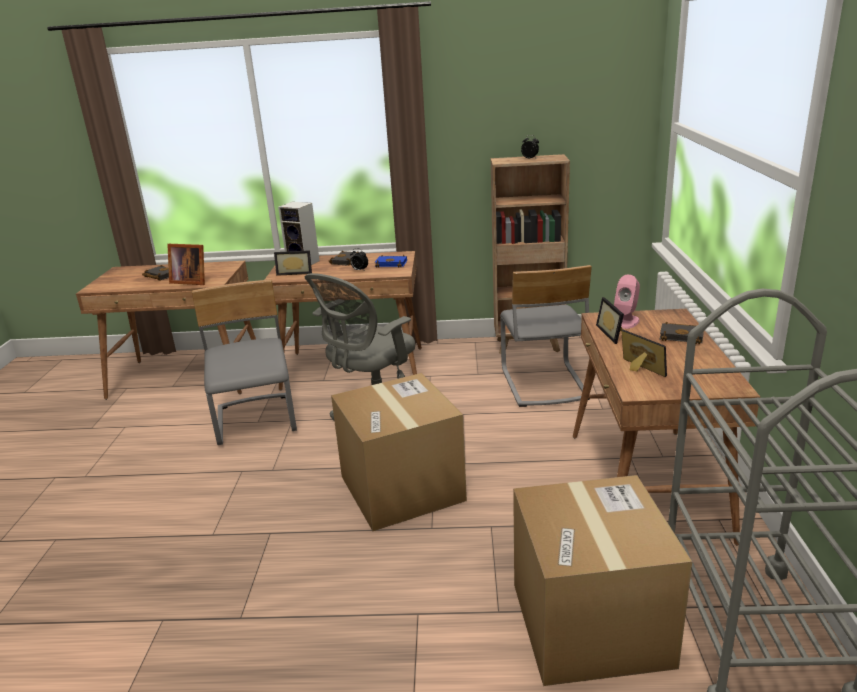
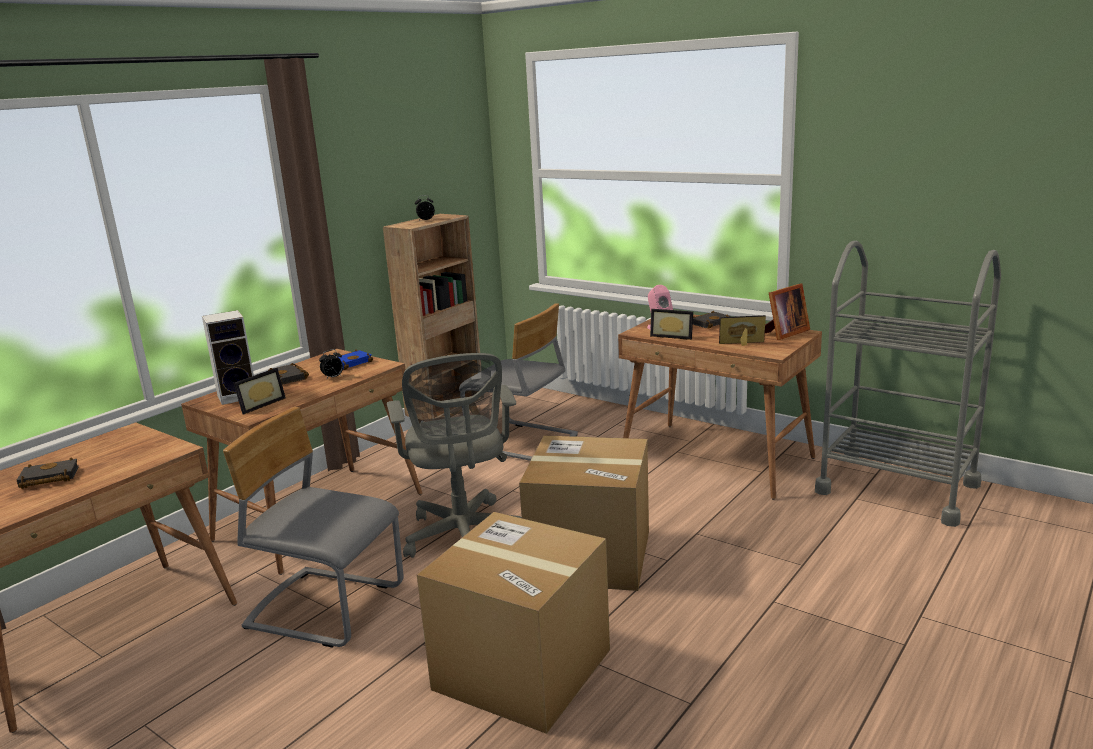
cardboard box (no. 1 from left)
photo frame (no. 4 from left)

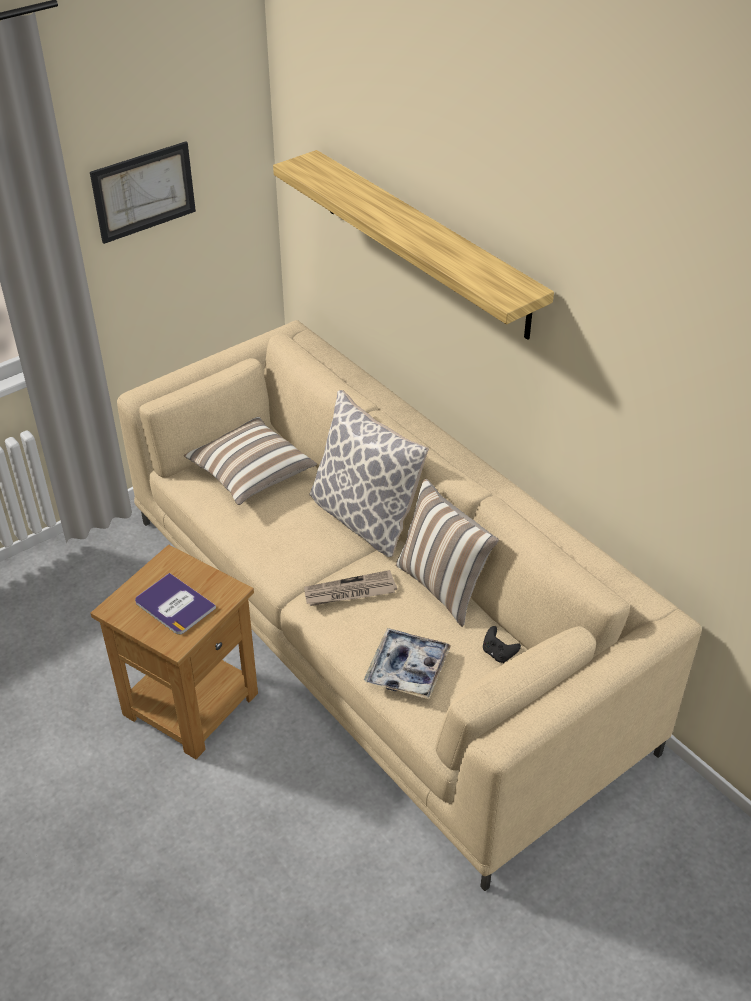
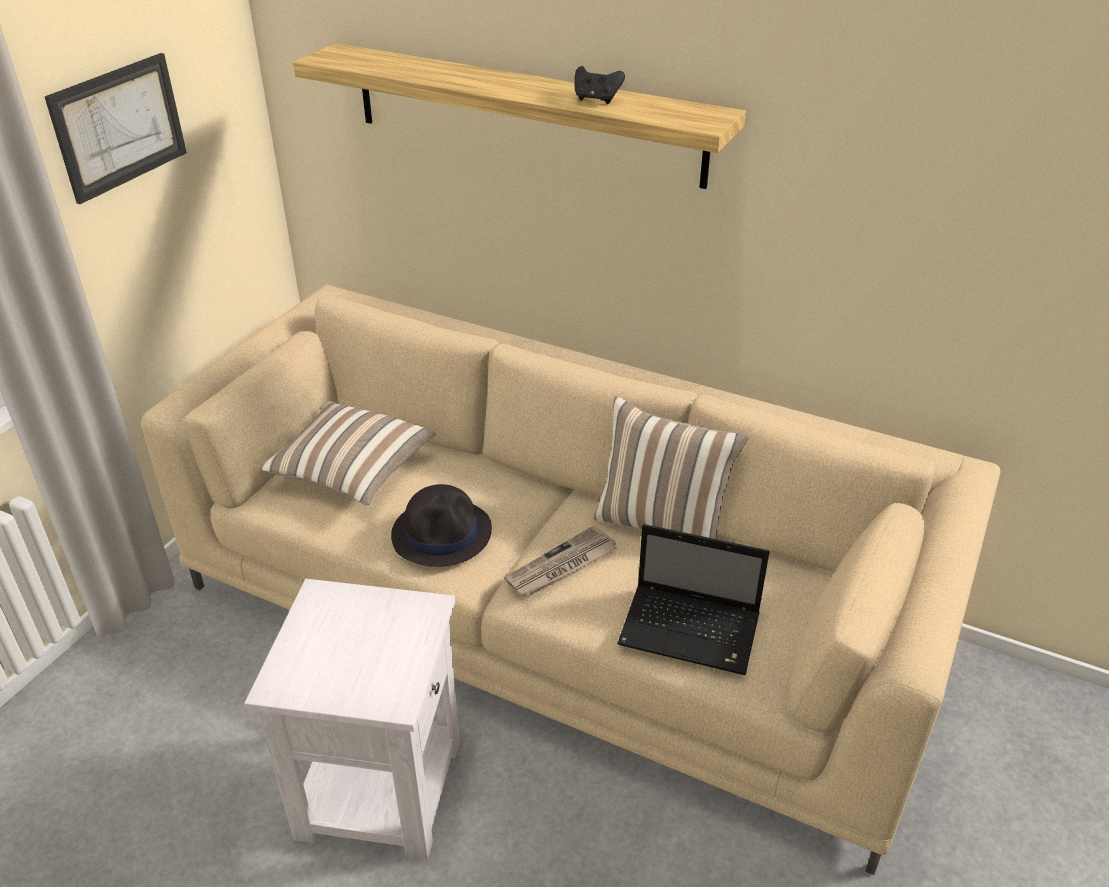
white-coloured end table
black hat
black joypad
notebook computer
book
pillow (no. 2 from left in the first image)

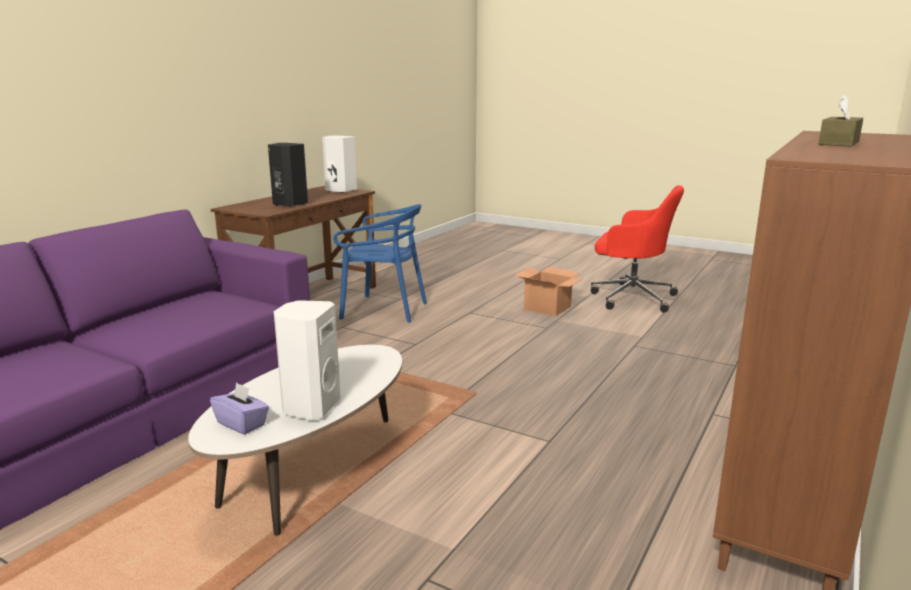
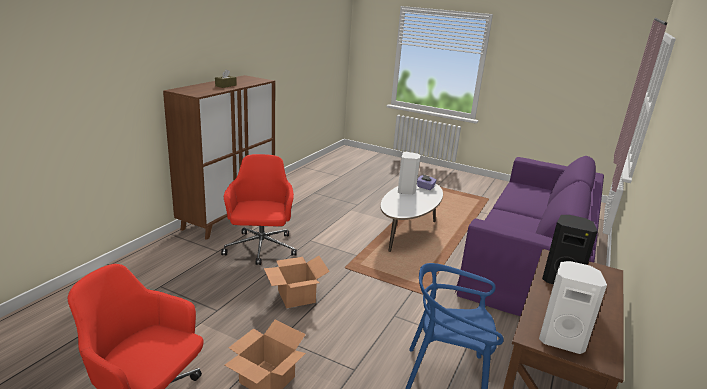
red-coloured office chair (no. 2 from left)
cardboard box (no. 2 from left)

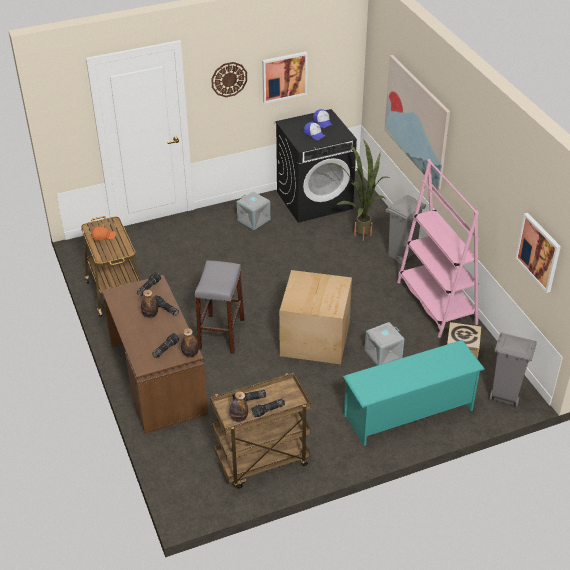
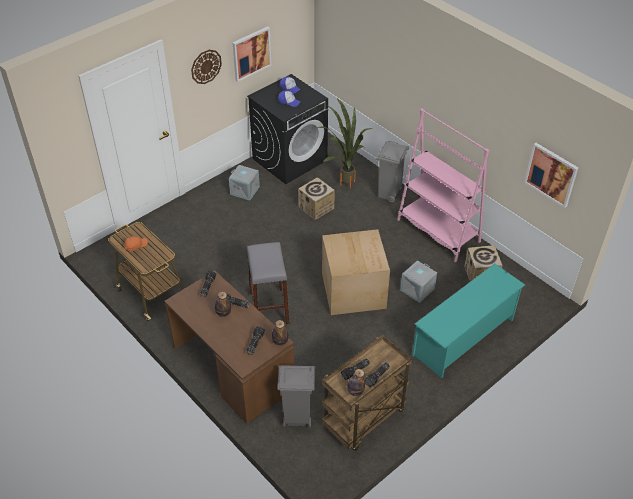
gray trash can (no. 1 from left)
cardboard box (no. 1 from left)
wall picture (no. 2 from left in the first image)

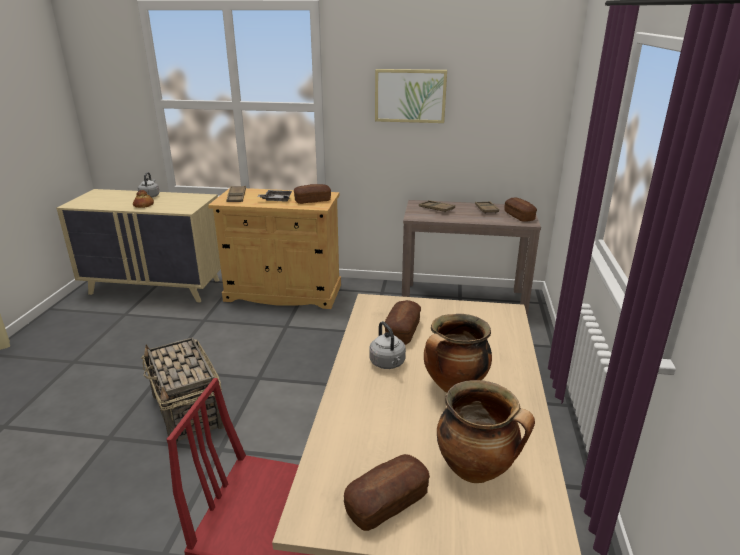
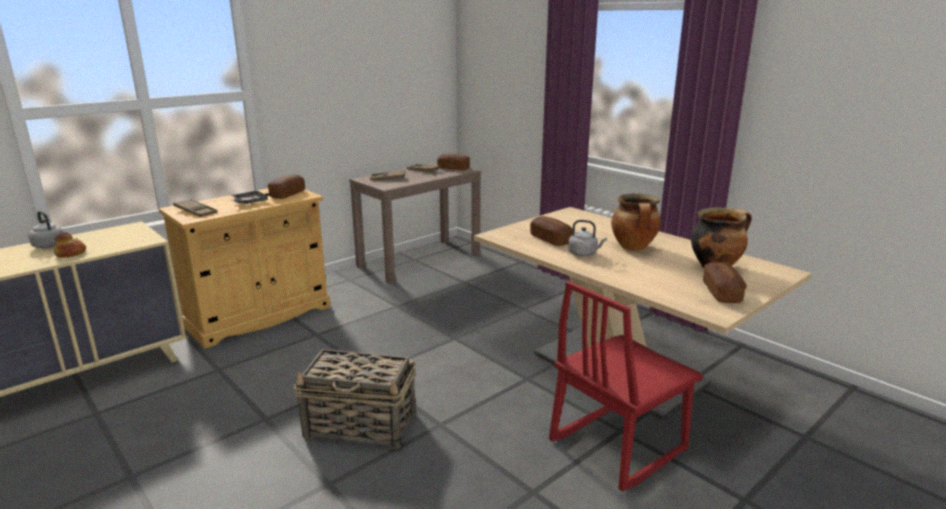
wall picture

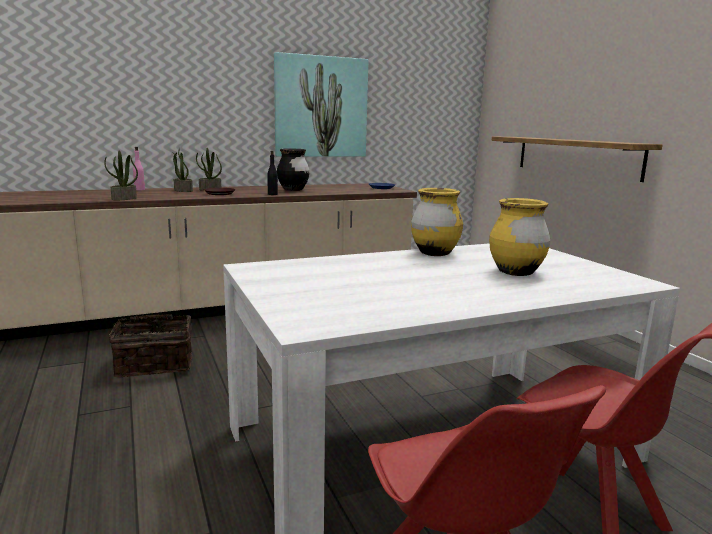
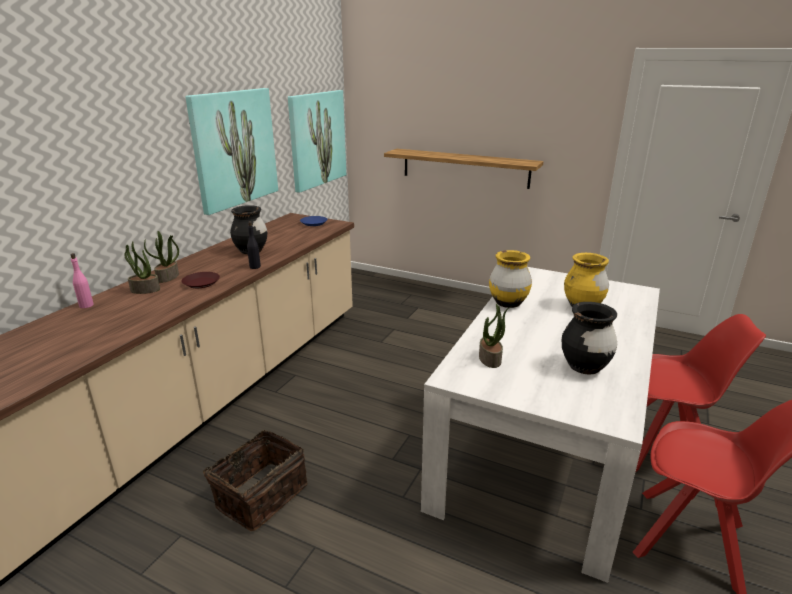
wall picture (no. 2 from left)
plant in a pot (no. 3 from left)
black vase (no. 2 from left)

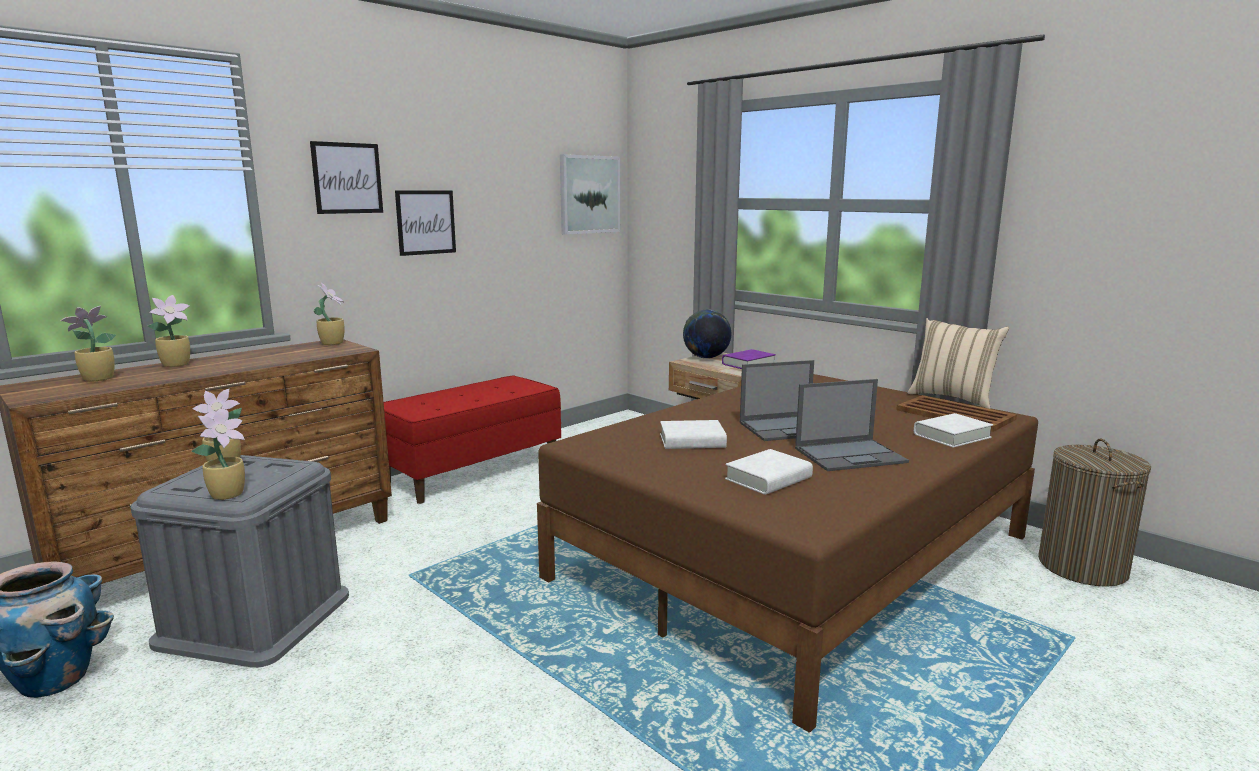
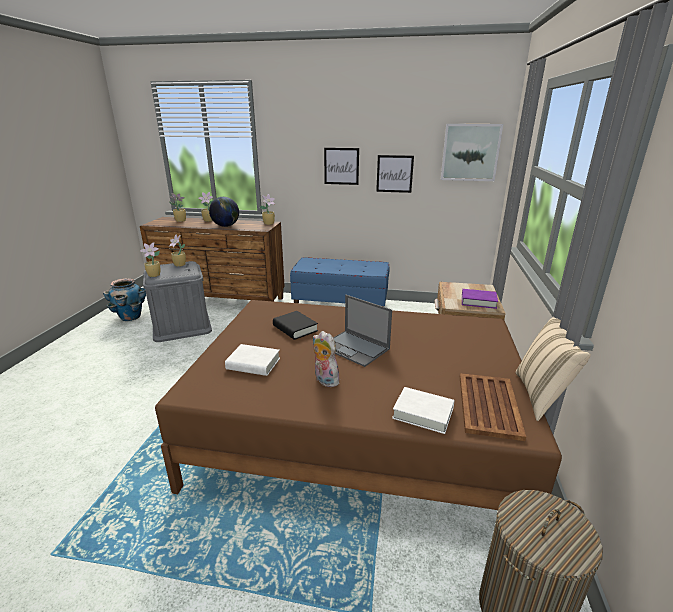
globe
black book
blue bench
cuddly toy
wall picture (no. 2 from left)

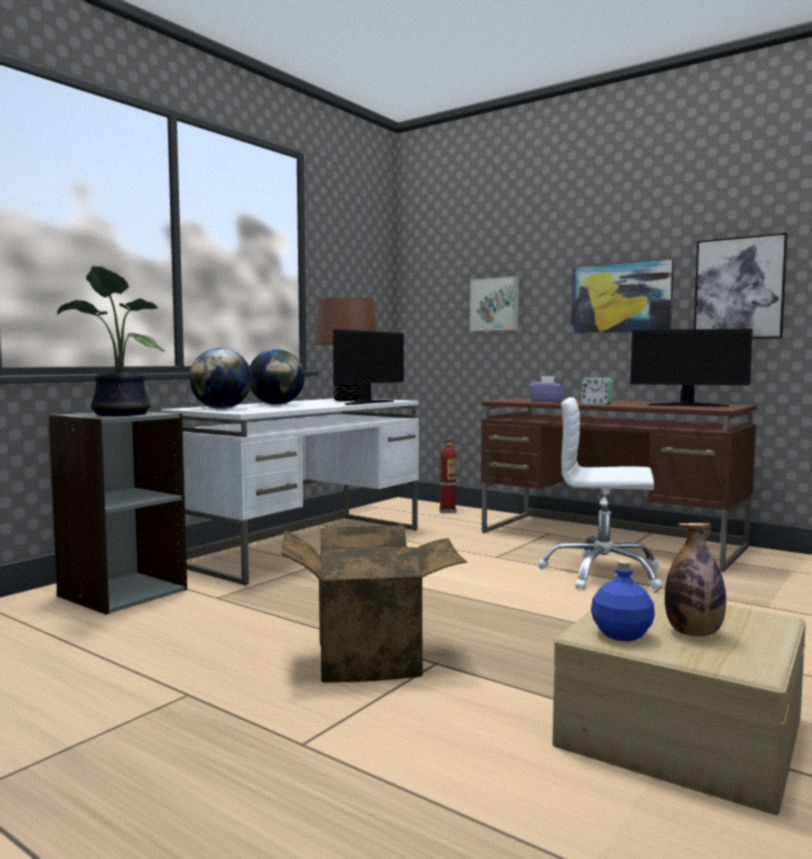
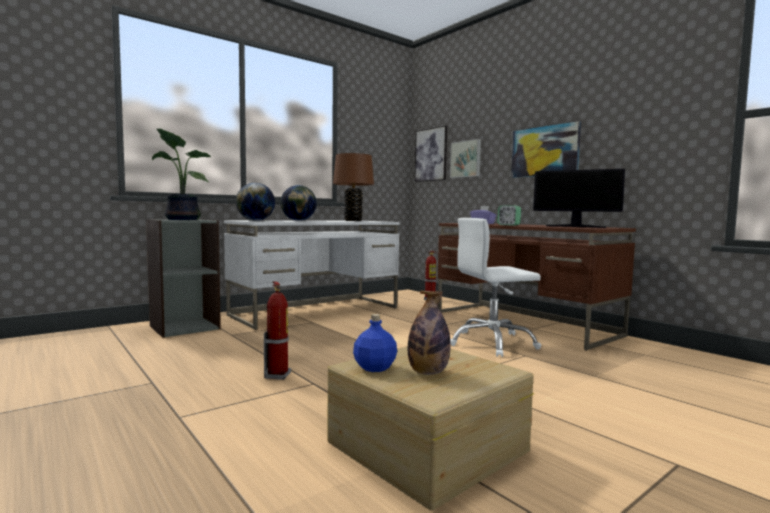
fire extinguisher (no. 1 from left)
wall picture (no. 1 from left)
white-coloured office chair
monitor (no. 1 from left in the first image)

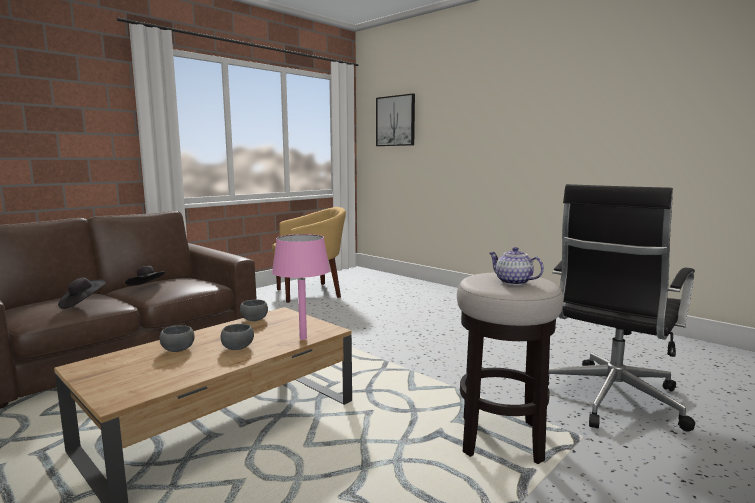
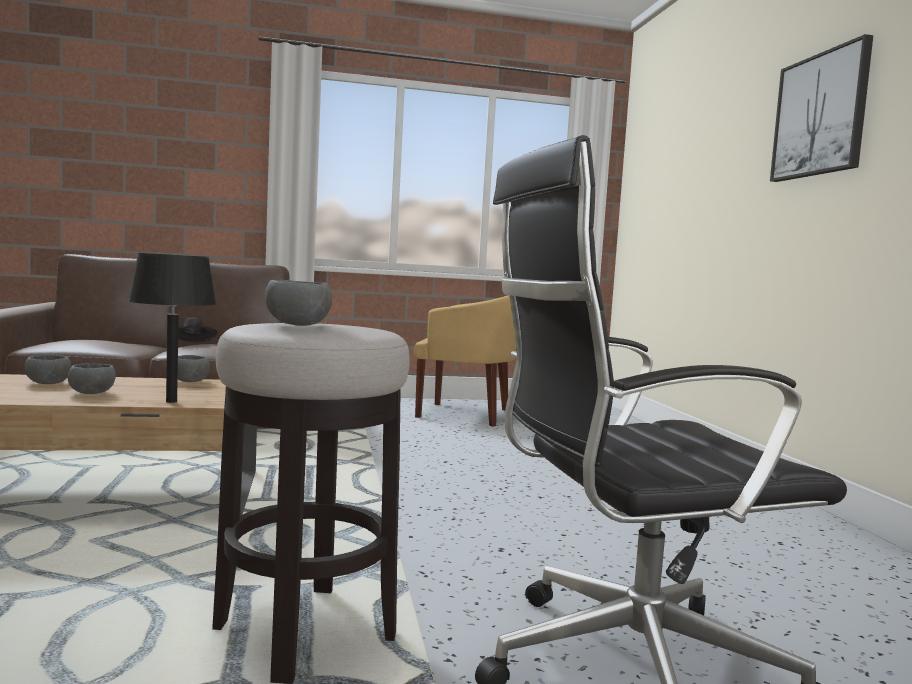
black tabletop lamp
gray deep dish (no. 4 from left)
wall picture
black hat (no. 1 from left in the first image)

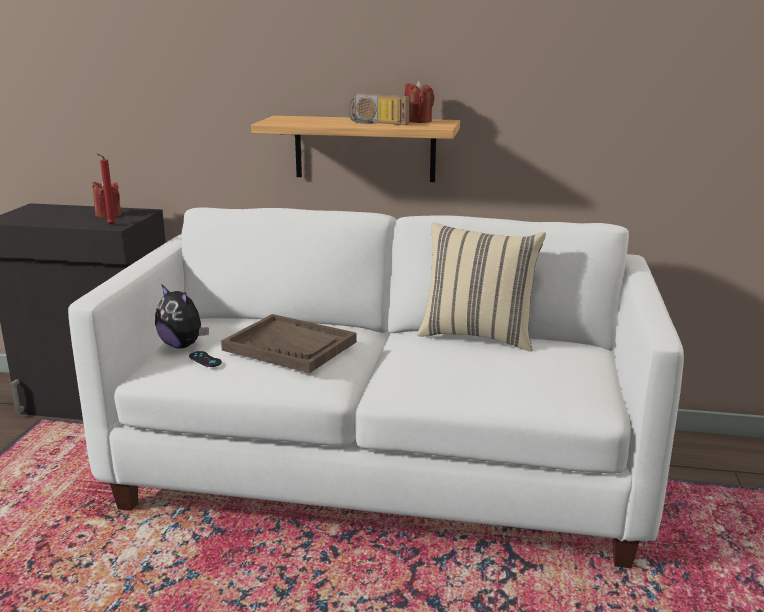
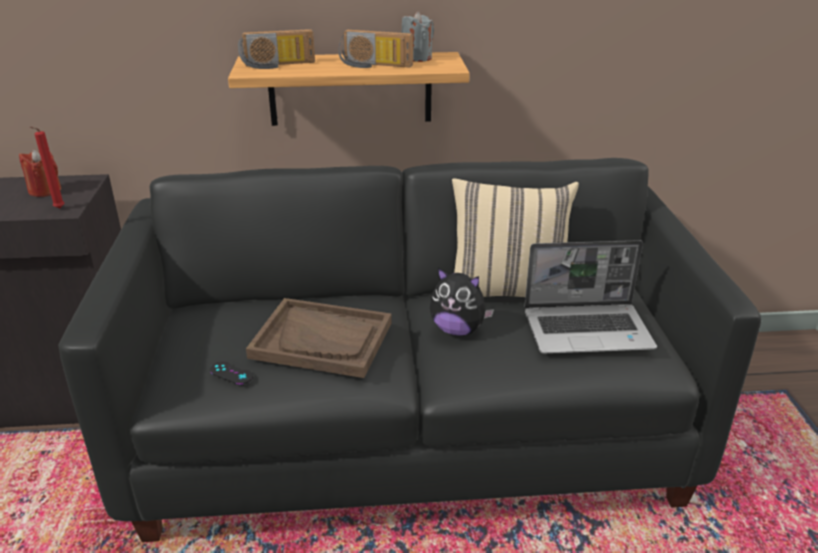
black couch
radio (no. 1 from left)
gray candle
cuddly toy
notebook computer

